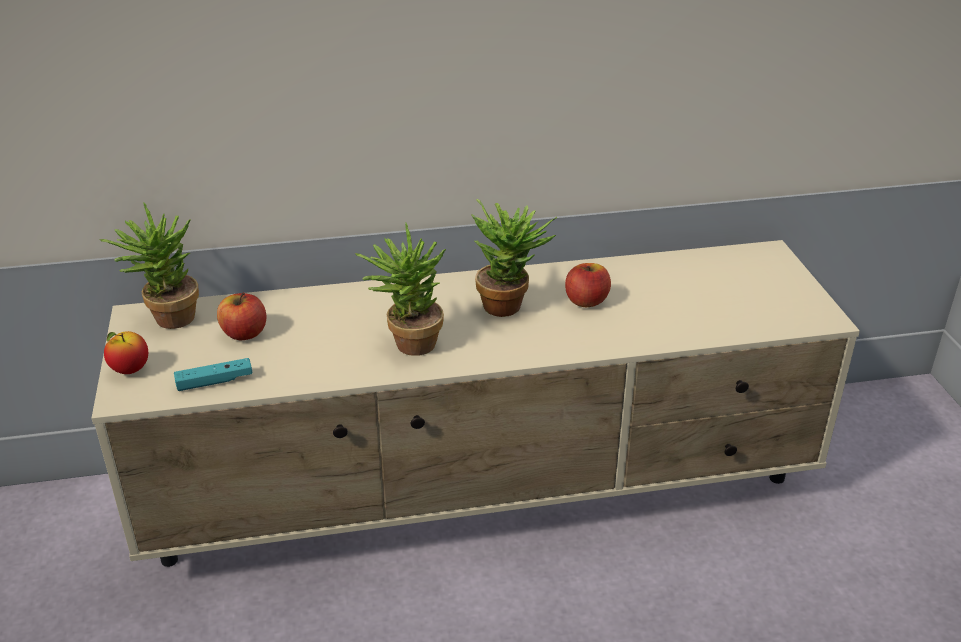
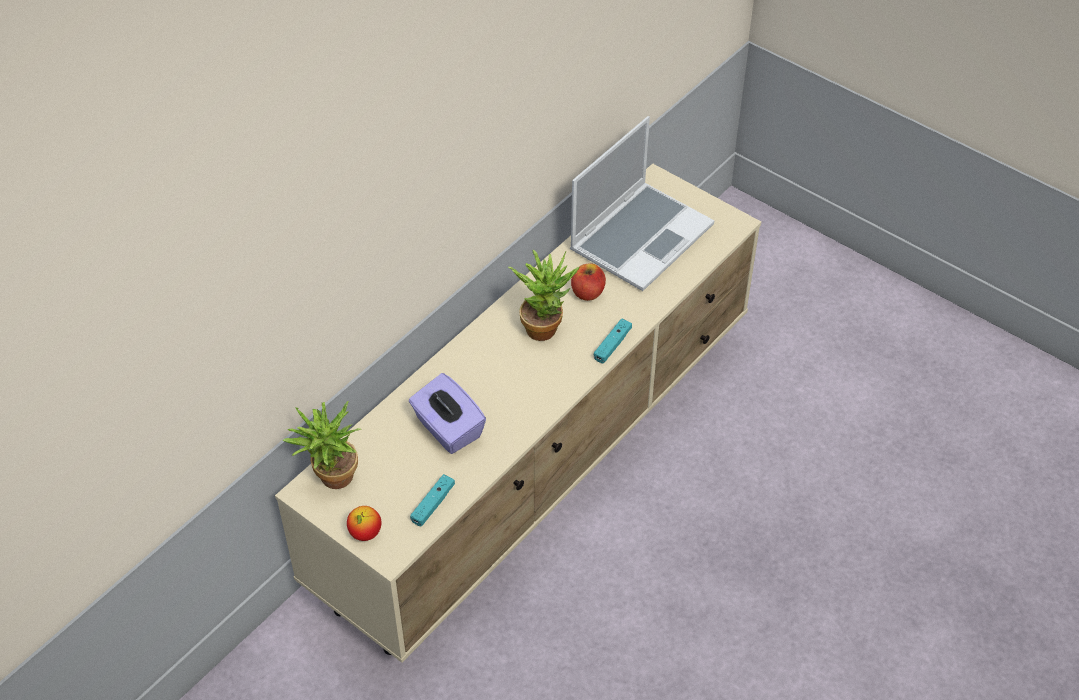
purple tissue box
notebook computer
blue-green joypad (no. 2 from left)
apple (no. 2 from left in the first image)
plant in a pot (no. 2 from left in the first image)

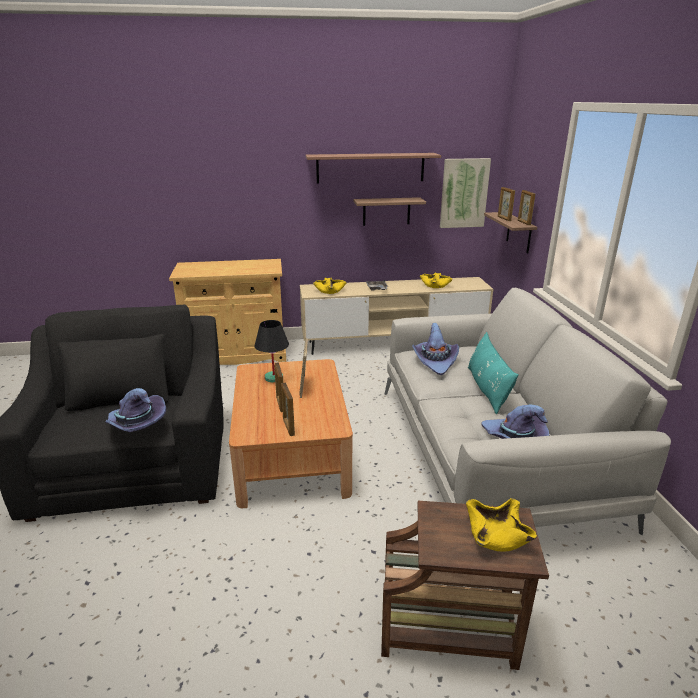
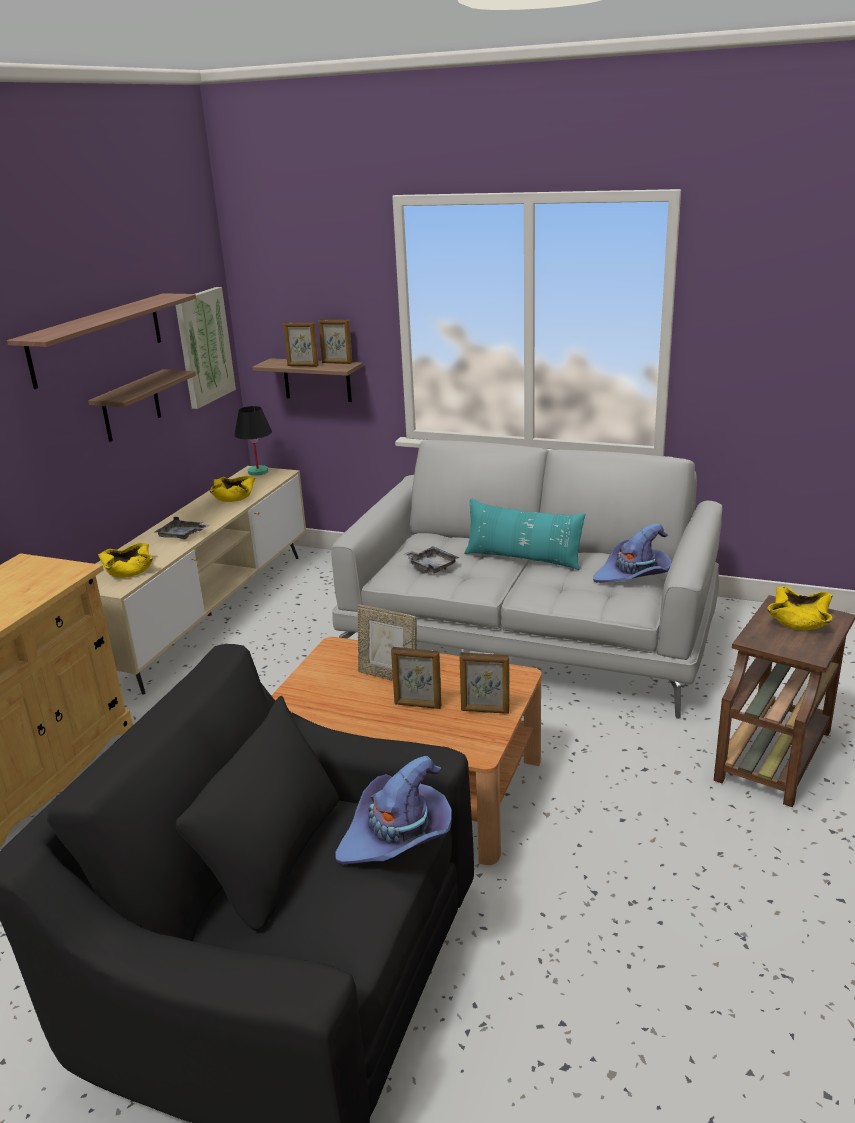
black tabletop lamp
gray serving tray (no. 2 from left)

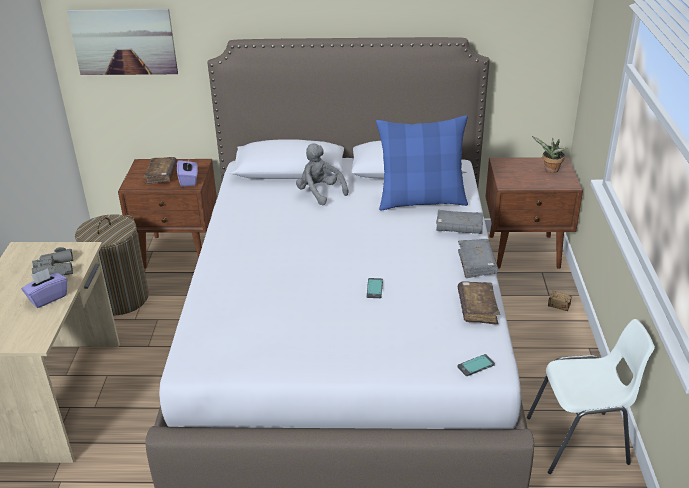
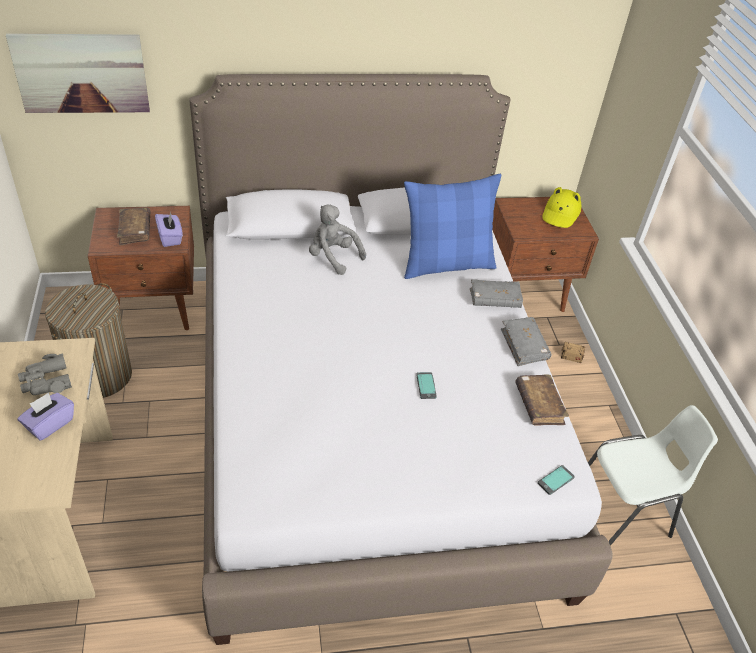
yellowish hat

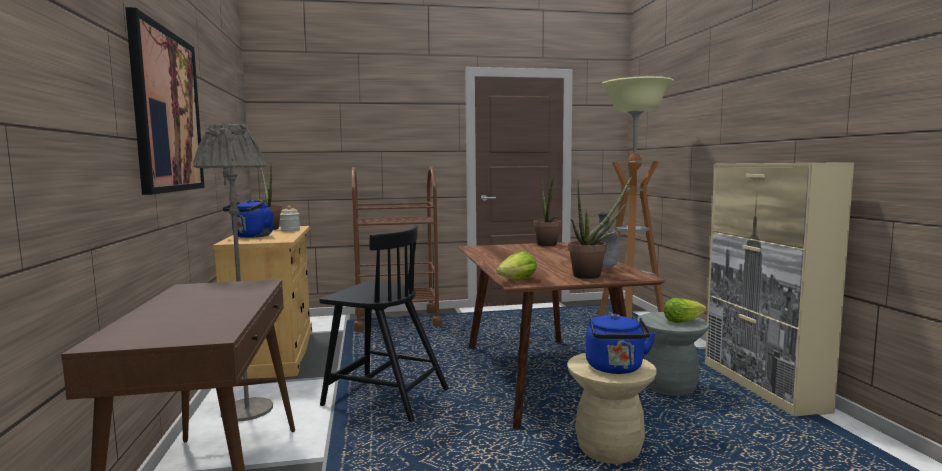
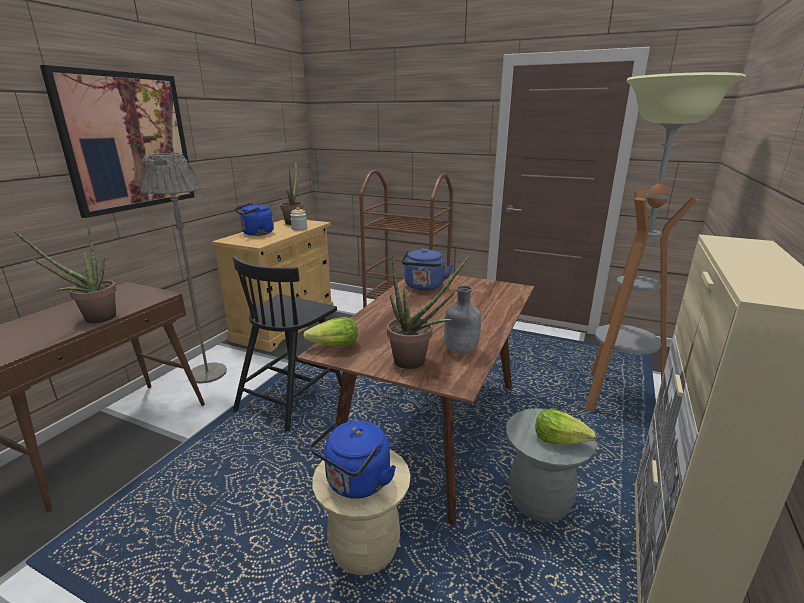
plant in a pot (no. 1 from left)
black plain chair
blue kettle (no. 3 from left)

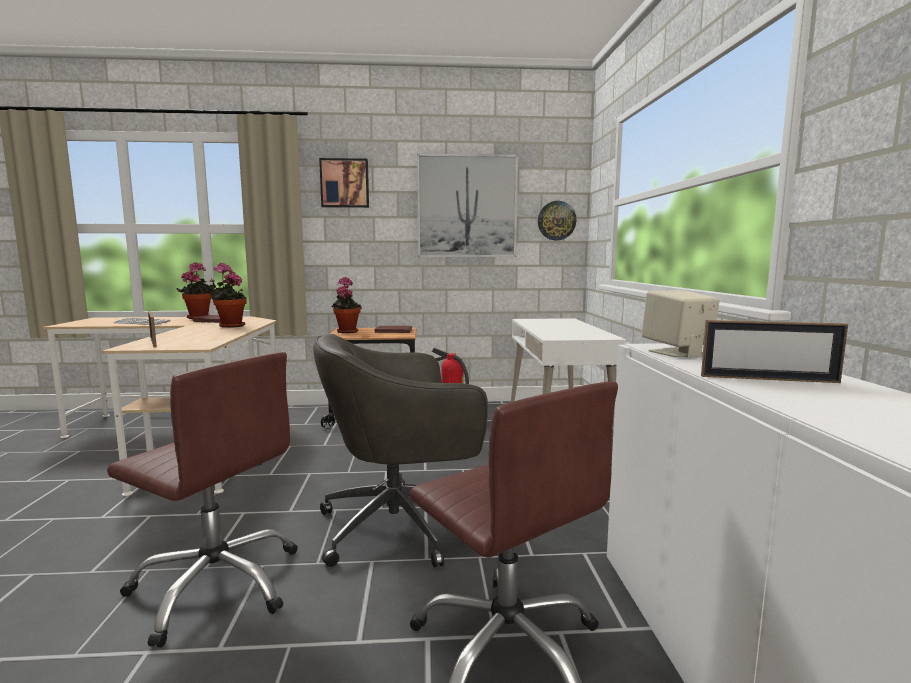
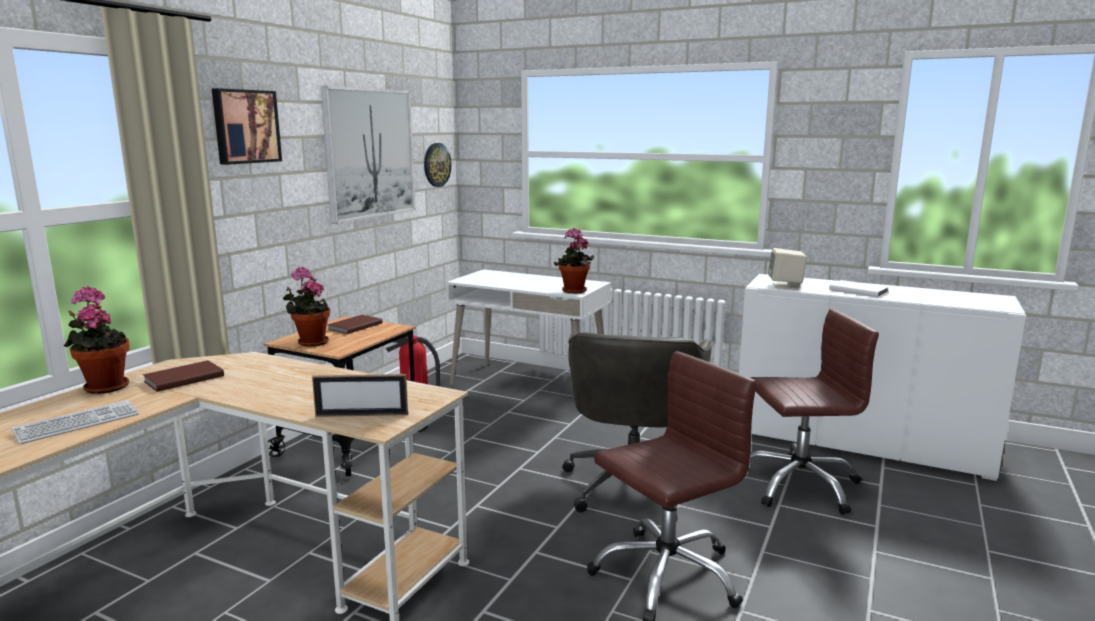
plant in a pot (no. 3 from left)
white-coloured book

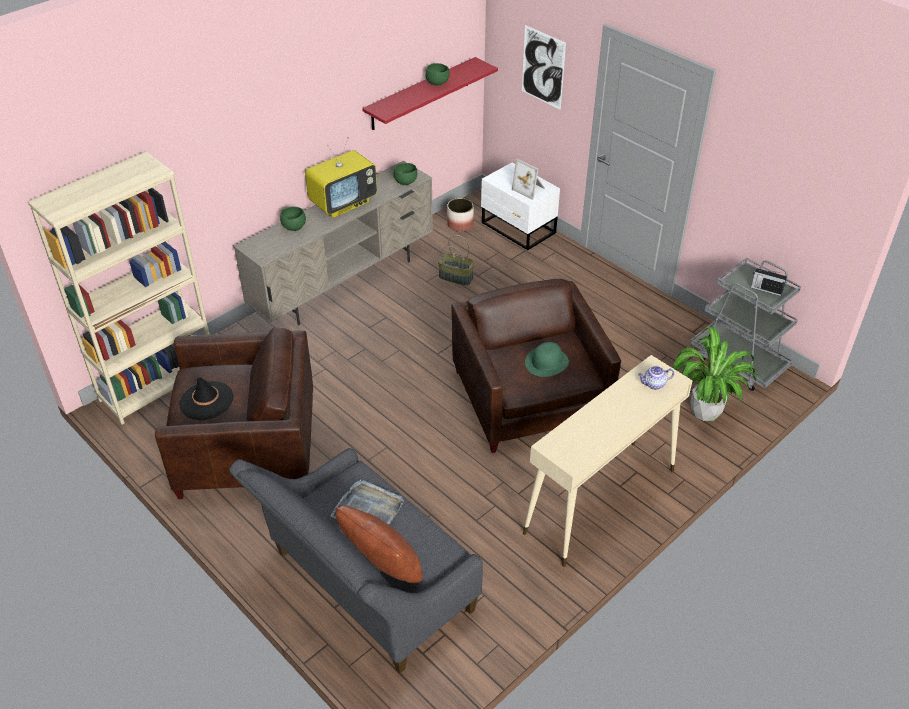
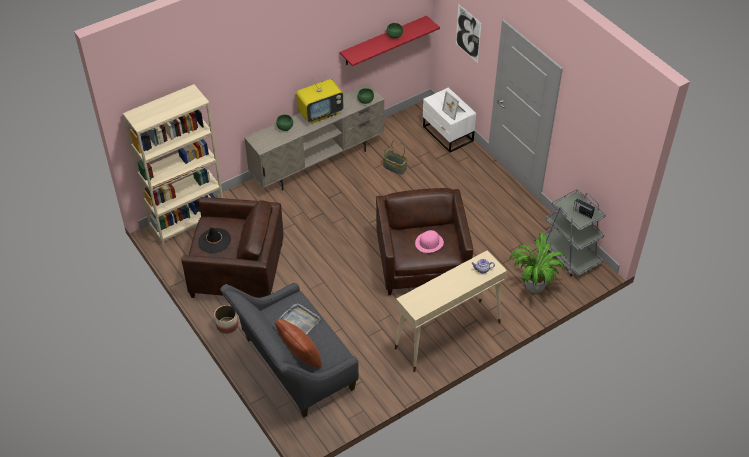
planter
pink-coloured hat

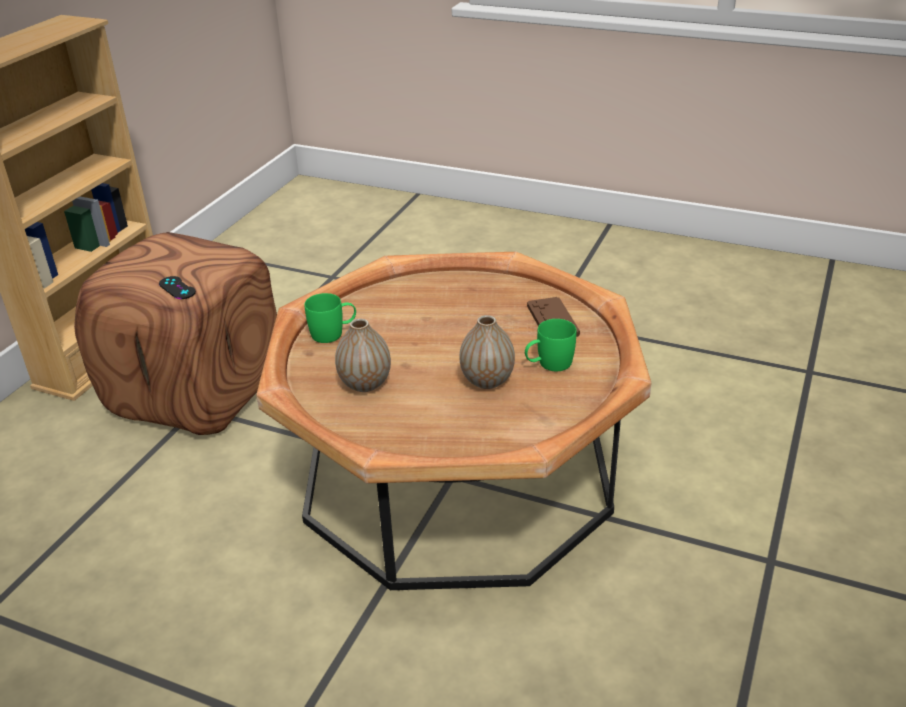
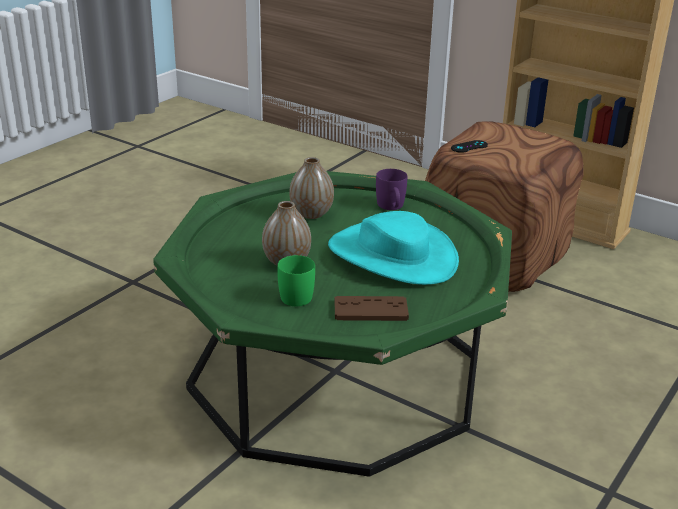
green coffee table
blue-green hat
purple mug

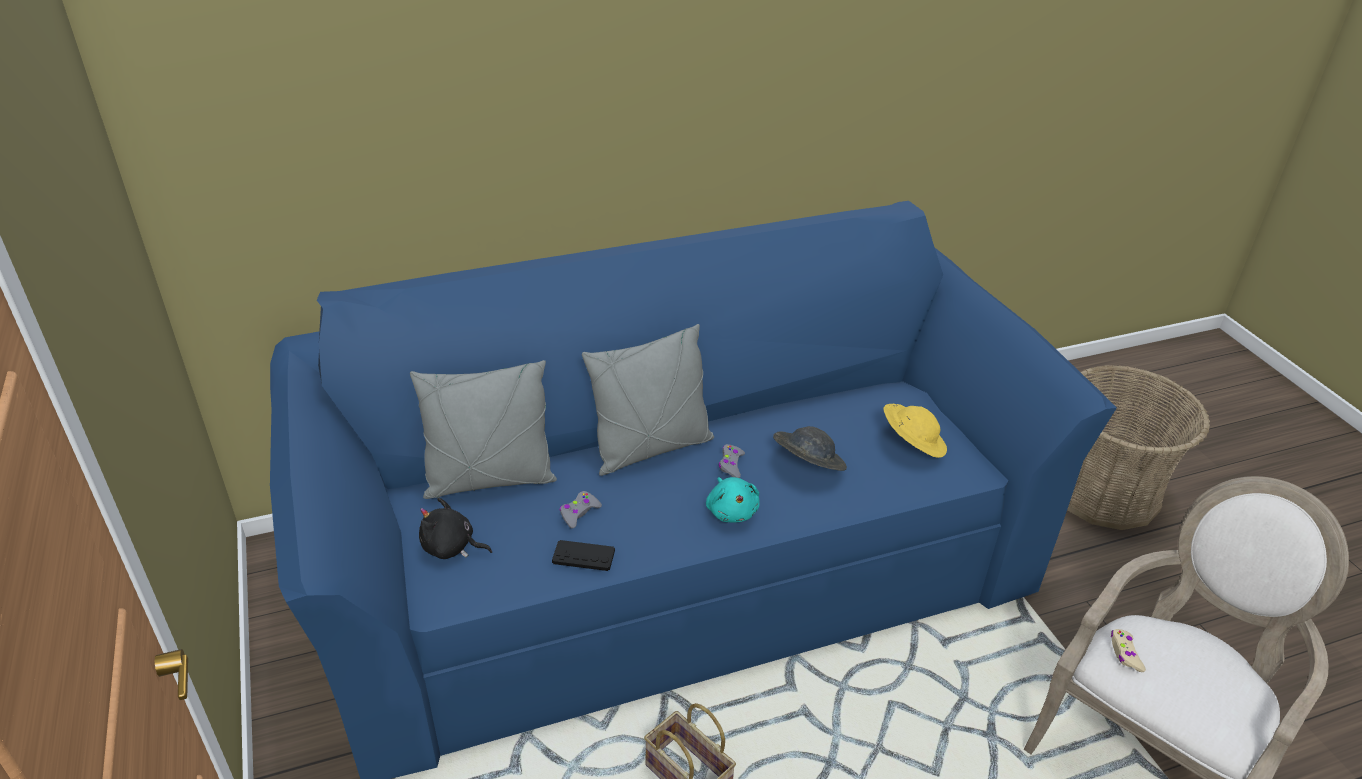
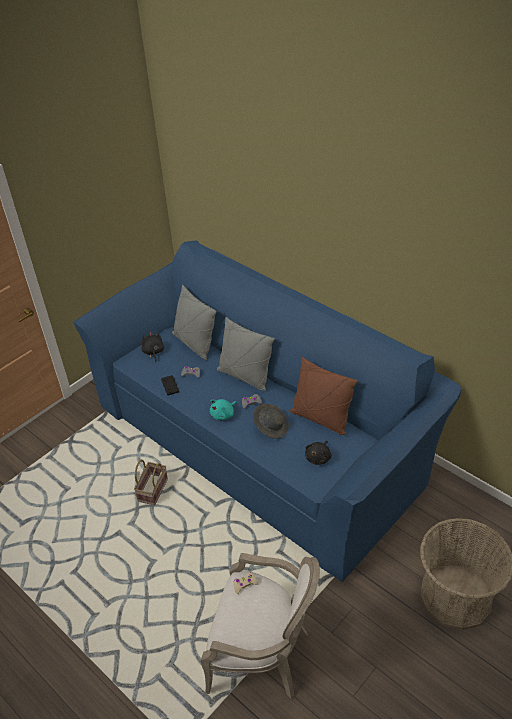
brown pillow
black cuddly toy (no. 2 from left)

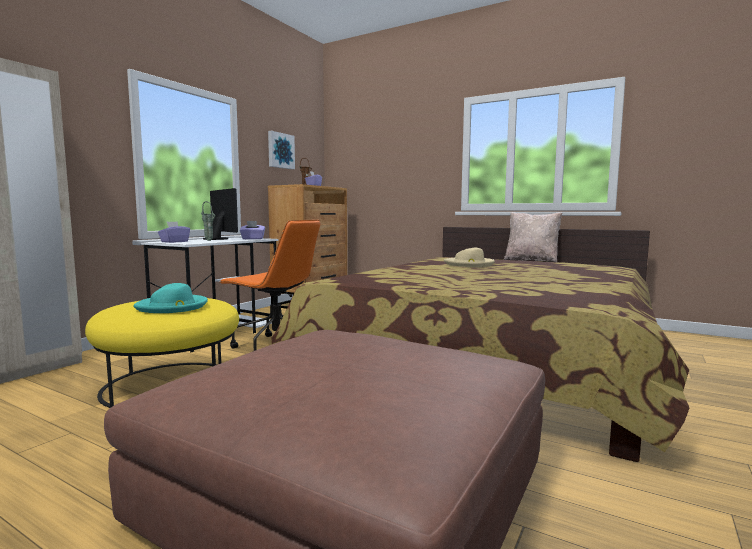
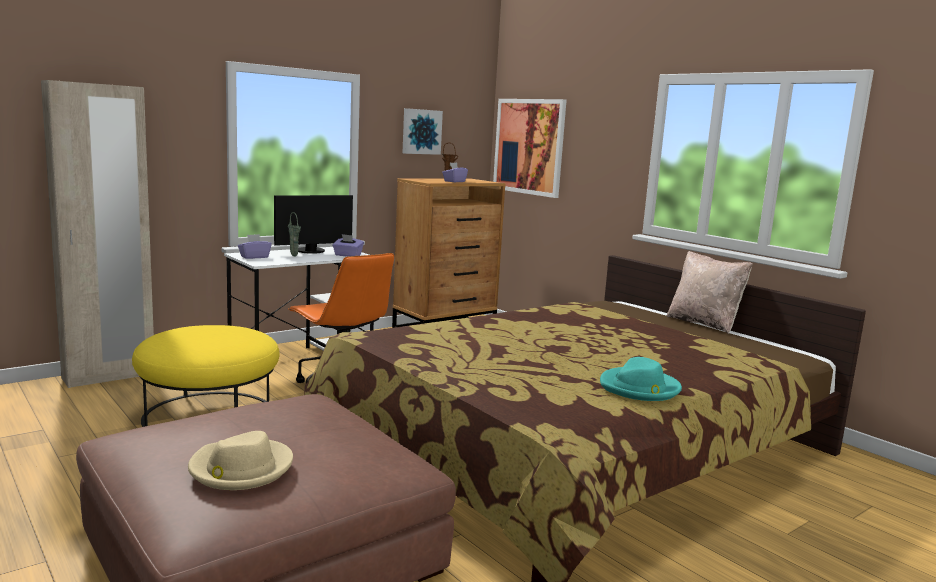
beige hat
monitor
wall picture (no. 2 from left)
blue-green hat

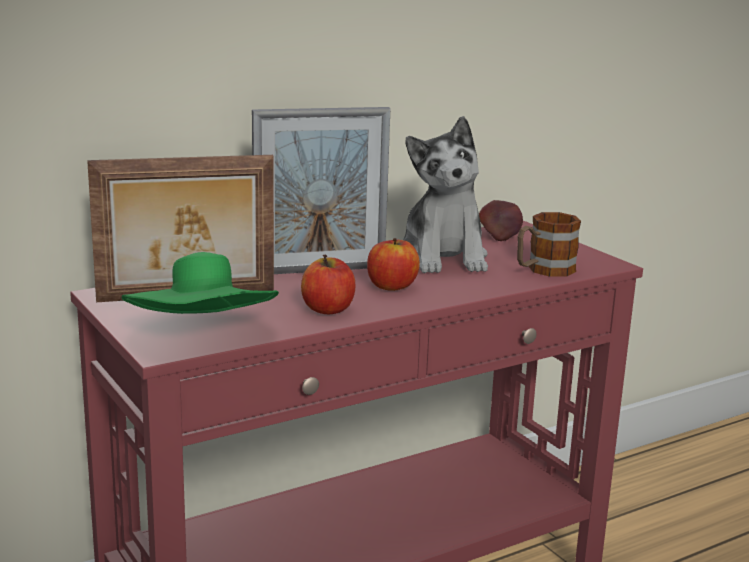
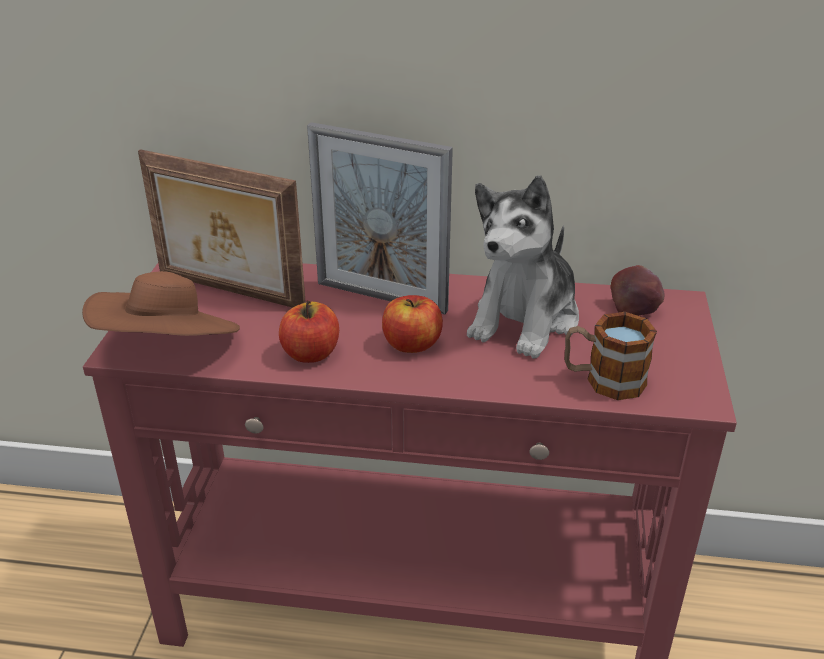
brown hat

